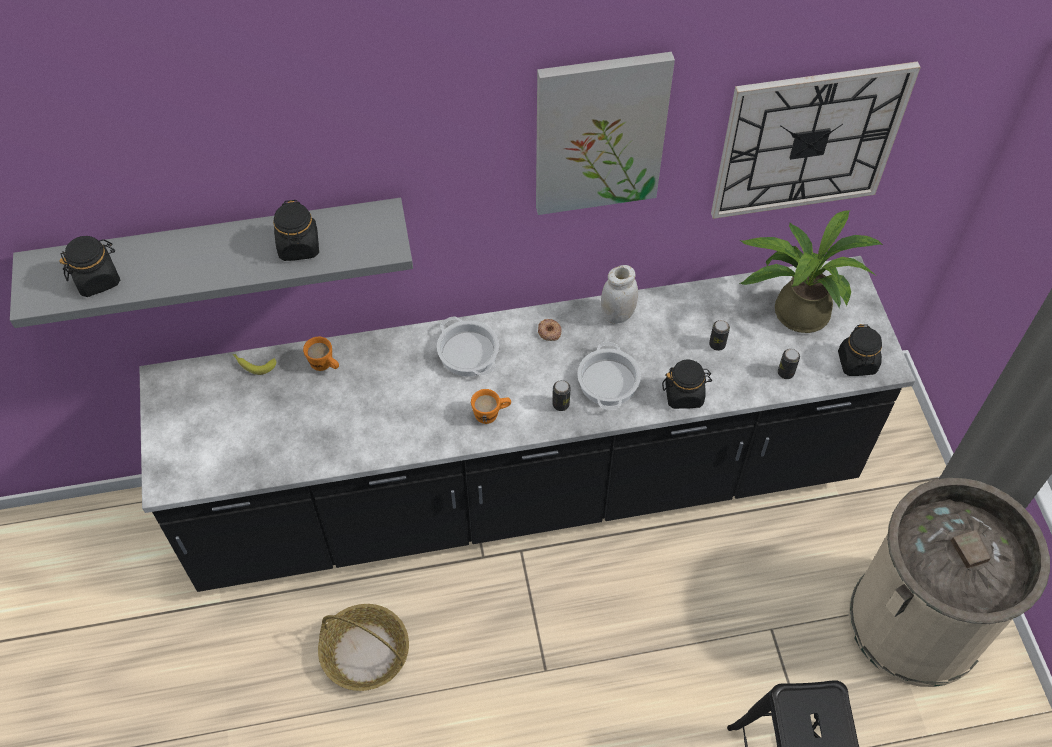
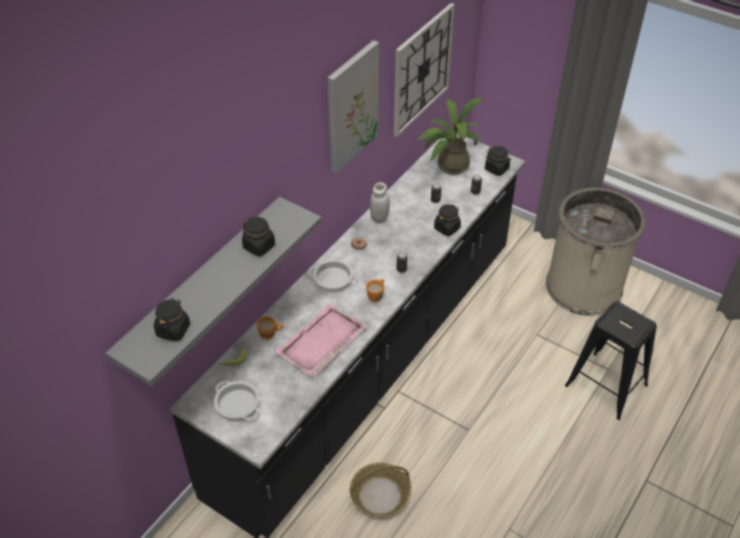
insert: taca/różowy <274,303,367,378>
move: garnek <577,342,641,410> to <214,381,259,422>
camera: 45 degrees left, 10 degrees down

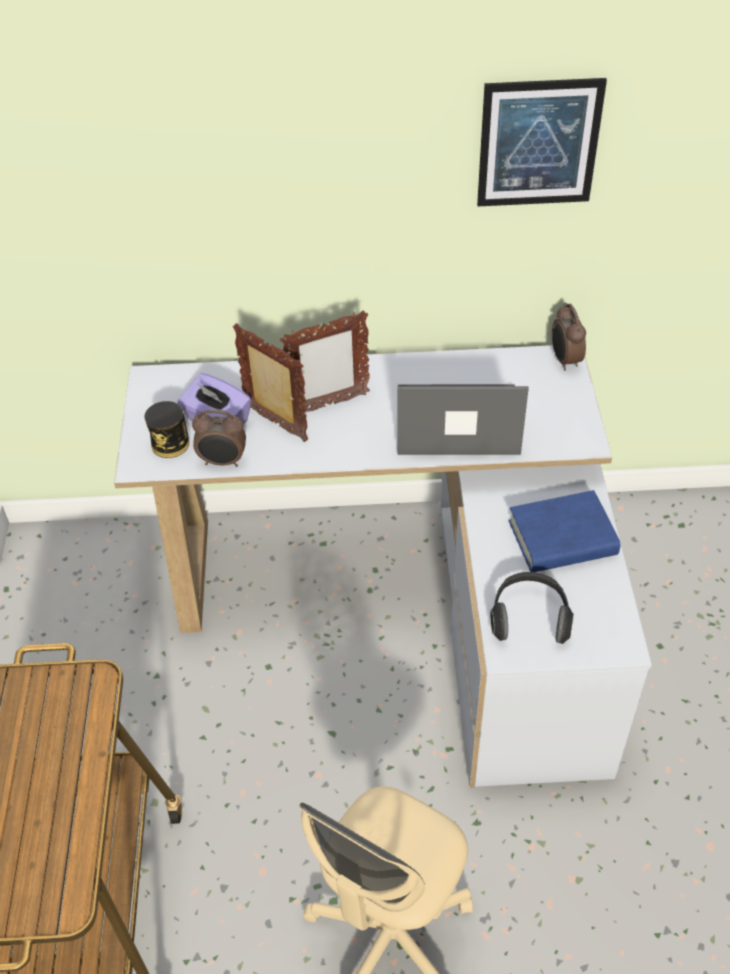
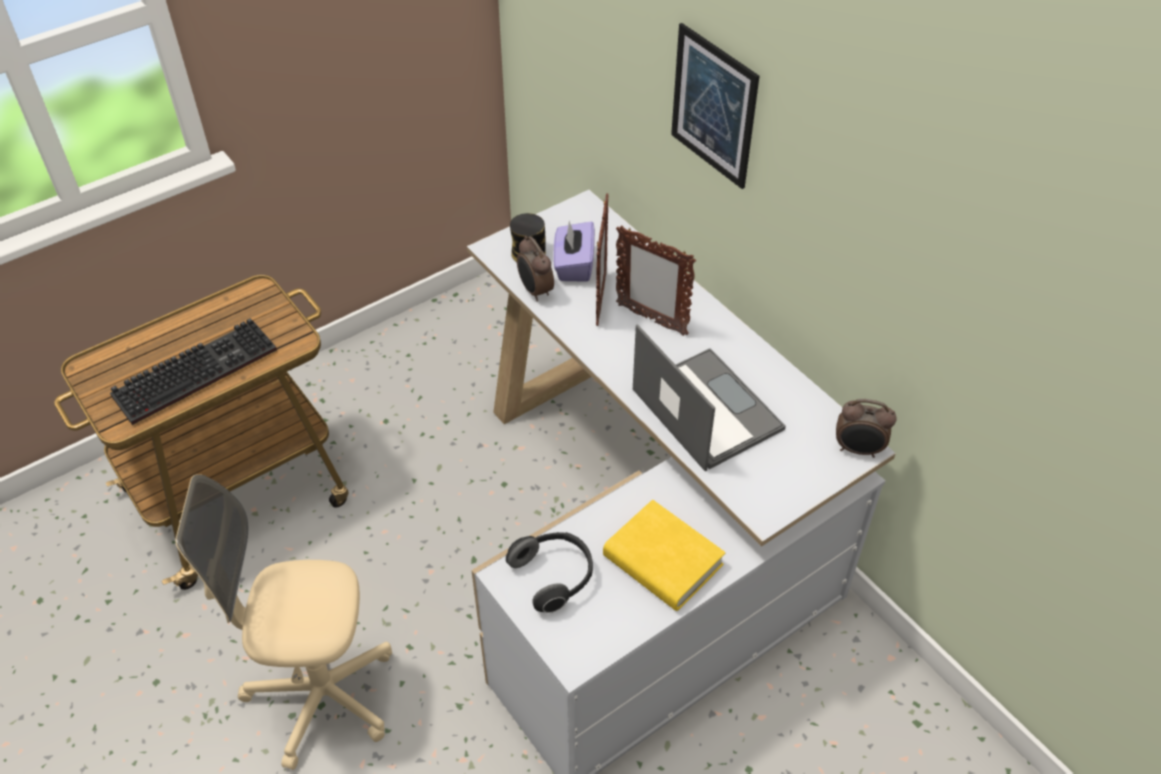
insert: klawiatura <110,318,277,425>
move: obraz <477,78,607,206> to <671,23,759,189>
recolor: książka/niebieski <509,490,620,572> to książka/żółty <603,500,726,611>
rotate: budzik <552,303,586,371> = <836,399,896,458> 120 degrees counterclockwise
camera: 55 degrees right, 0 degrees up

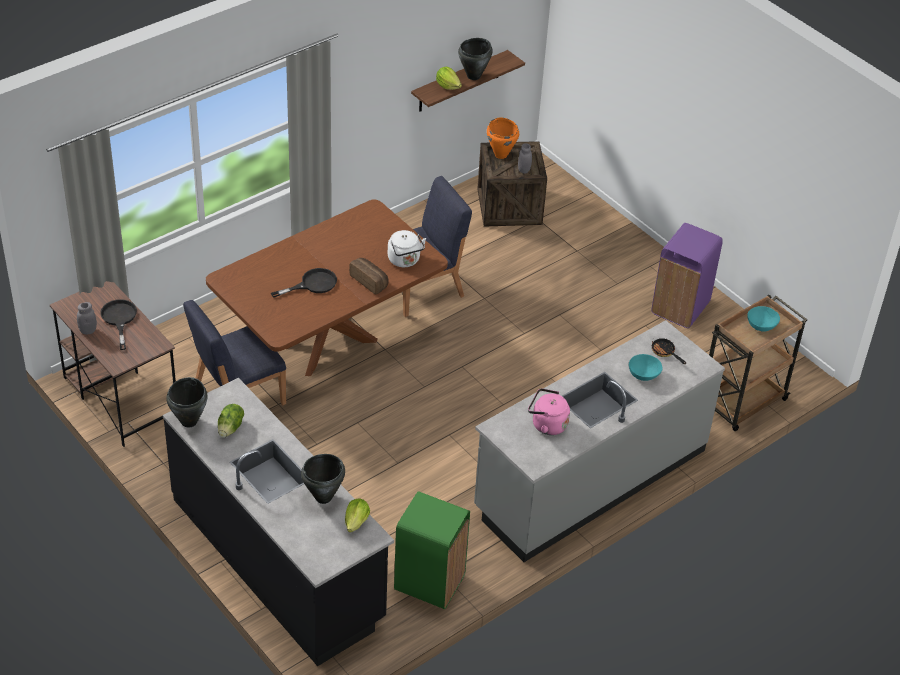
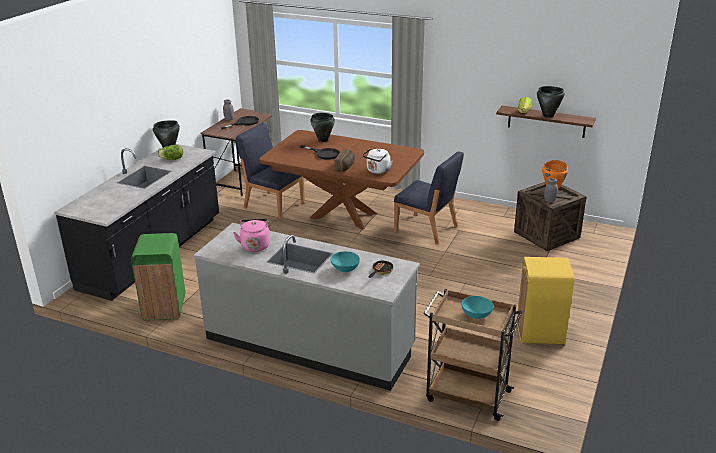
delete: sałata <345,499,370,533>
move: garnek/czarny <301,454,345,504> to <311,113,335,142>
recolor: kosz na śmieci/fioletowy <652,223,723,328> to kosz na śmieci/żółty <517,257,574,344>
camera: 65 degrees right, 15 degrees down

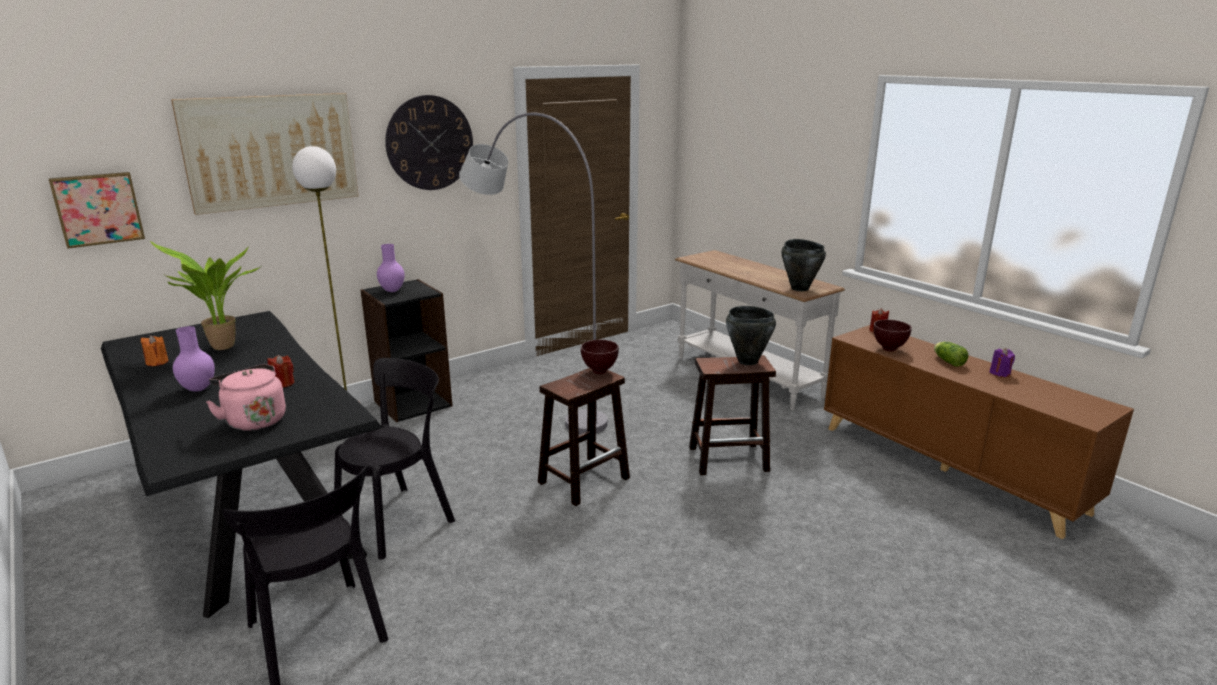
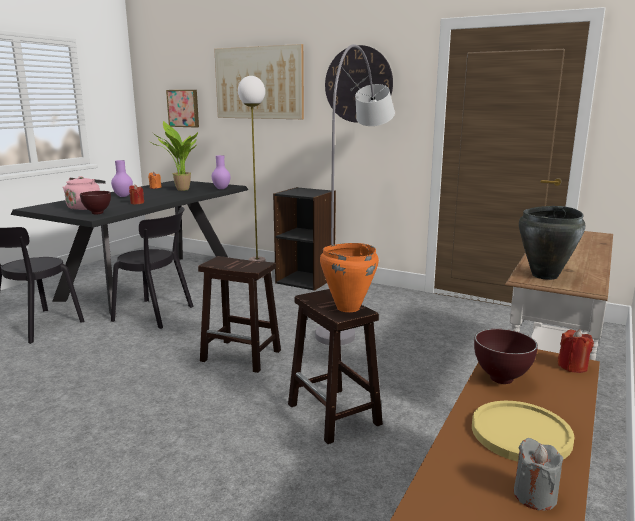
move: wazon/fioletowy <377,244,405,292> to <212,155,230,189>; miska/brązowy <581,340,619,374> to <80,191,111,215>
replace: sałata <934,342,969,367> to talerz/żółty <472,401,574,462>
recolor: garnek/czarny <726,306,776,365> to garnek/pomarańczowy <320,243,379,312>; świeca/fioletowy <990,348,1015,377> to świeca/szary <514,438,563,511>
camera: 65 degrees right, 5 degrees down

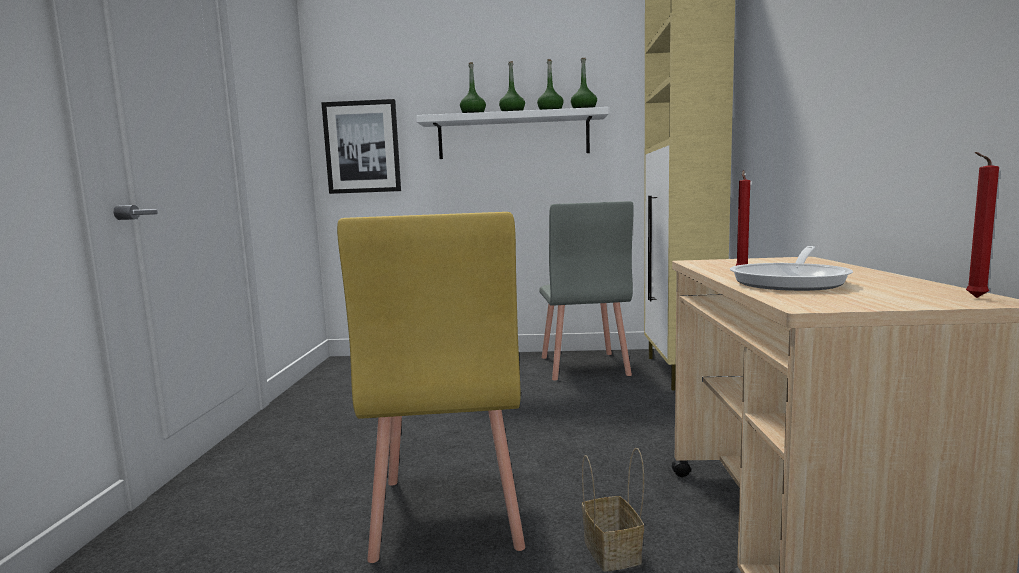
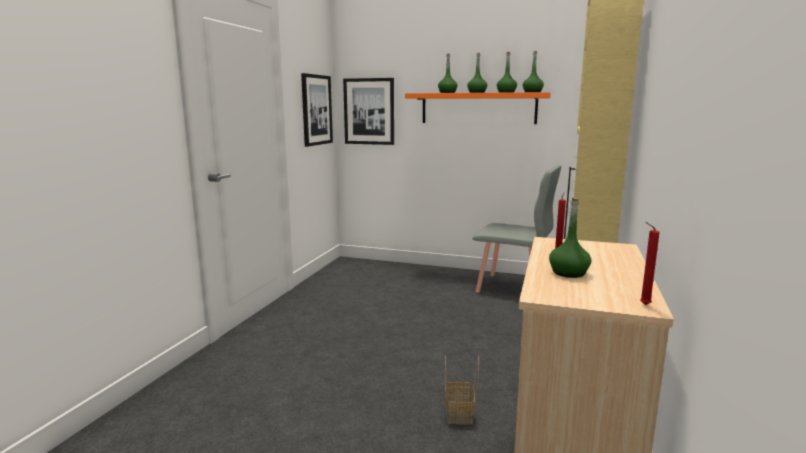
delete: krzesło/żółty <337,212,525,563>
insert: obraz <301,73,333,147>
replace: patelnia <730,246,853,291> to butelka/zielony <549,197,591,278>
recolor: półka/biały <416,107,609,159> to półka/pomarańczowy <405,92,551,124>
rotate: krzesło/szary <539,201,634,381> = <473,165,561,293> 75 degrees counterclockwise
camera: 15 degrees right, 5 degrees up

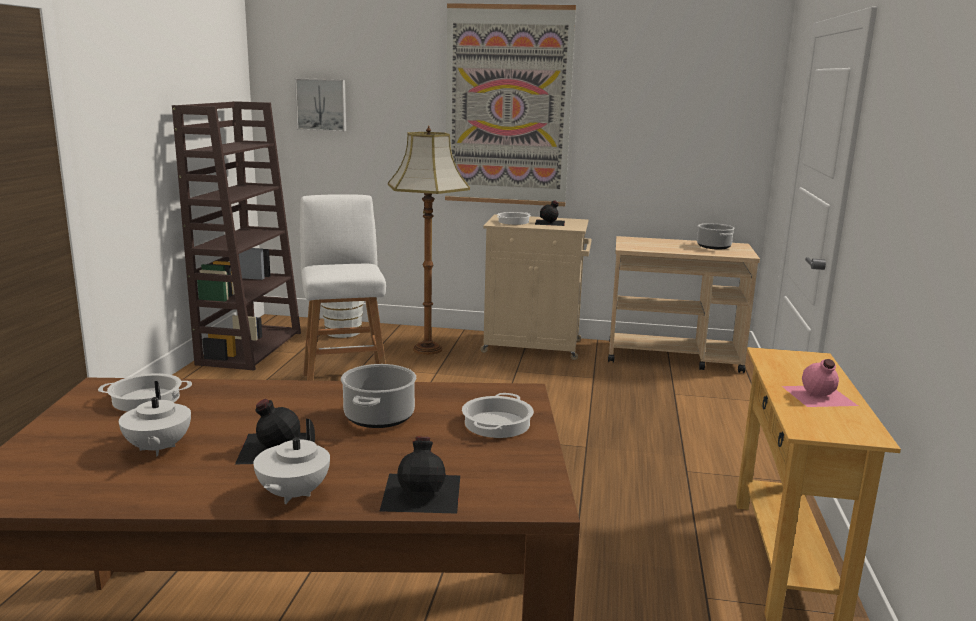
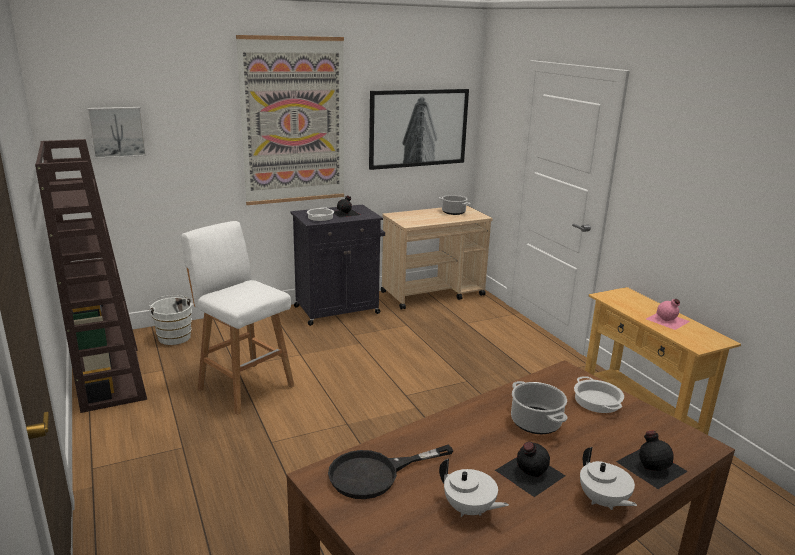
delete: lampa stojąca <388,126,470,355>
insert: obraz <369,89,469,170>
replace: garnek <98,373,192,411> to patelnia/czarny <328,445,454,499>
recolor: szafka/beżowy <480,214,591,360> to szafka/czarny <290,205,385,326>
camera: 35 degrees left, 5 degrees up

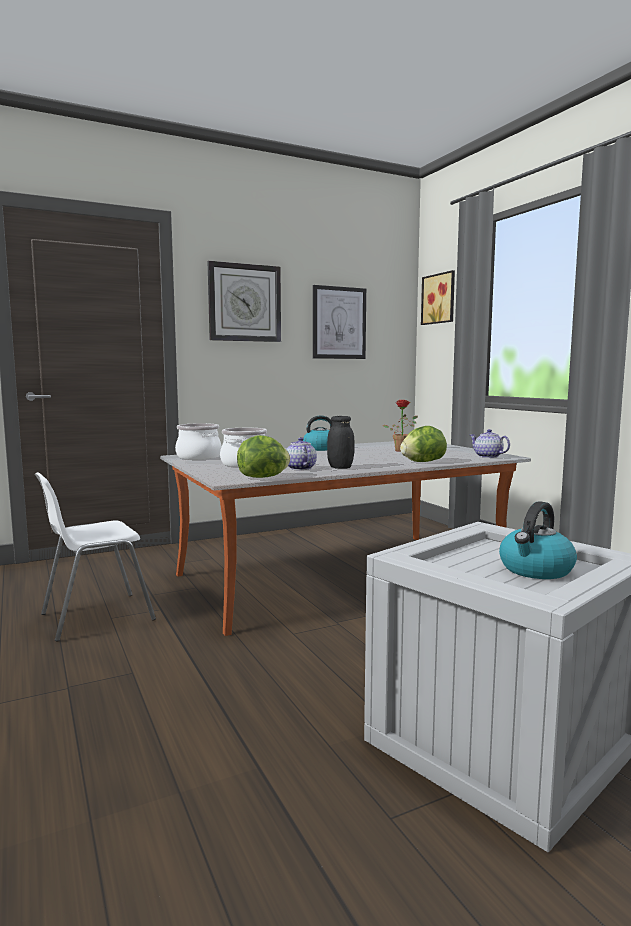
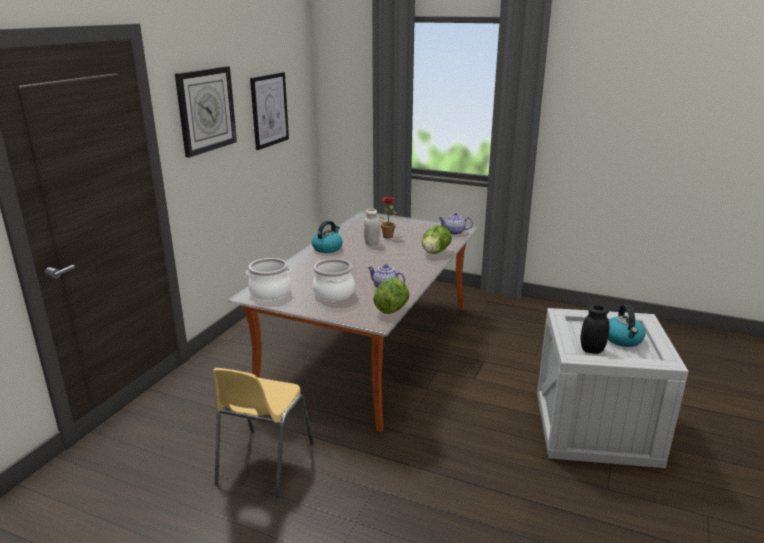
delete: obraz <421,270,455,325>
insert: słoik/biały <364,208,380,246>
move: słoik/czarny <327,416,354,469> to <580,305,609,354>
recolor: krzesło/biały <35,472,156,642> to krzesło/żółty <213,368,314,498>
camera: 40 degrees left, 15 degrees up

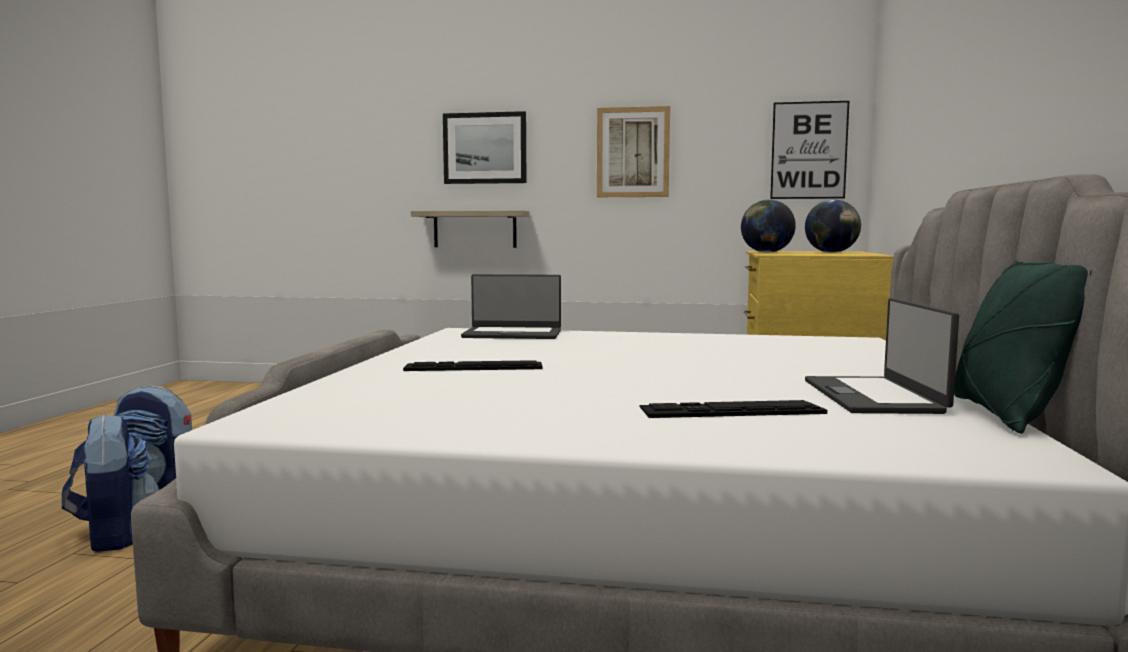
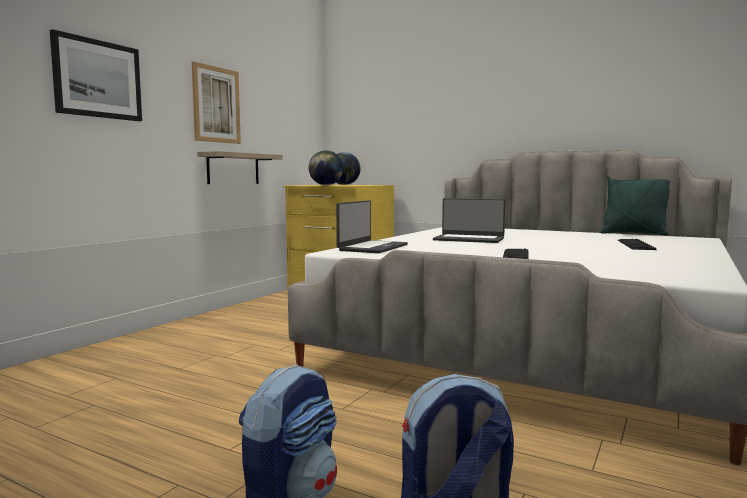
delete: obraz <770,101,849,199>
move: półka <411,210,529,248> to <197,151,282,184>; laptop <805,298,959,414> to <433,198,505,243>
camera: 70 degrees left, 0 degrees up

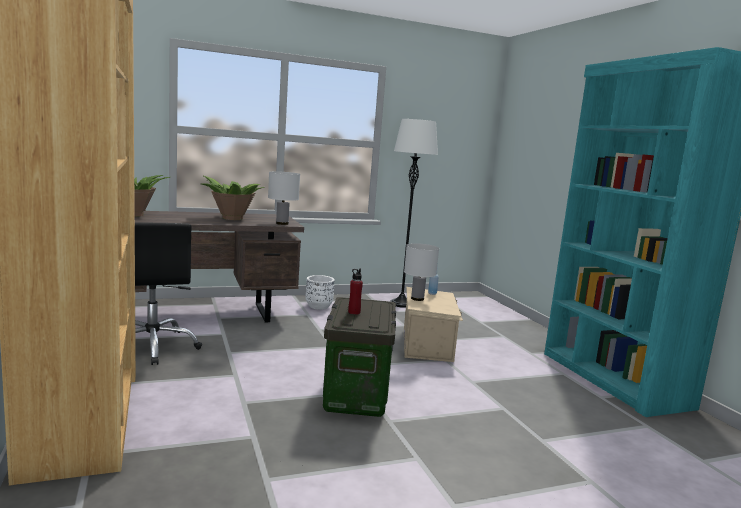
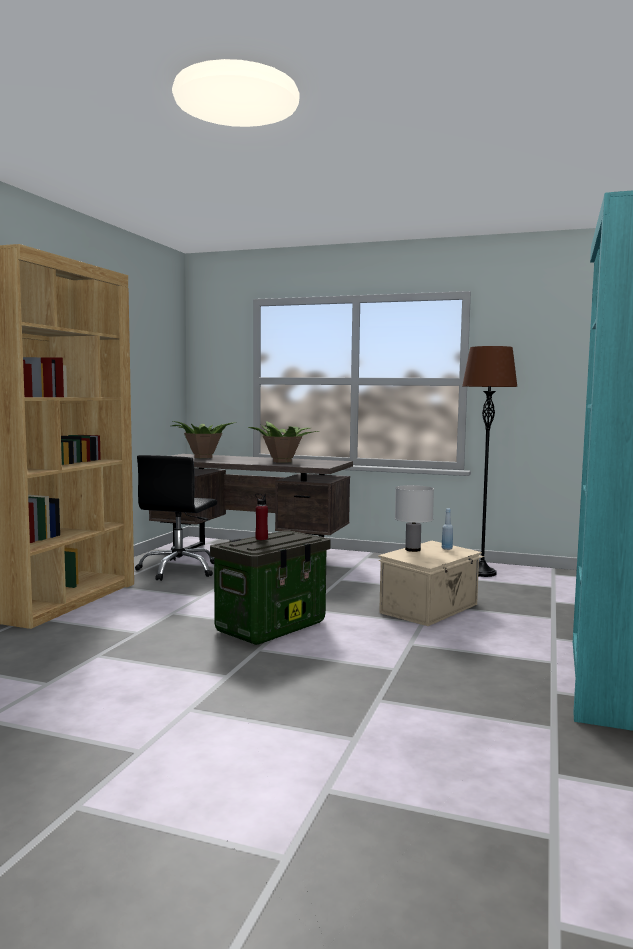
delete: lampa stołowa/biały <268,171,300,225>; donica/biały <306,275,335,310>
recolor: lampa stojąca/biały <391,119,438,308> to lampa stojąca/brązowy <462,346,518,577>
camera: 40 degrees right, 5 degrees down

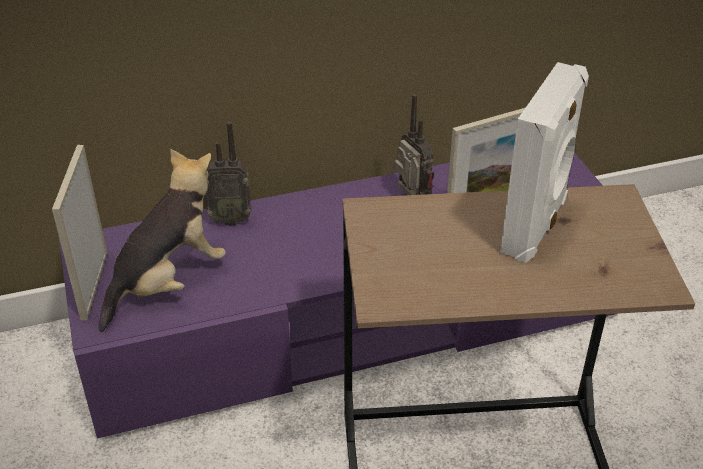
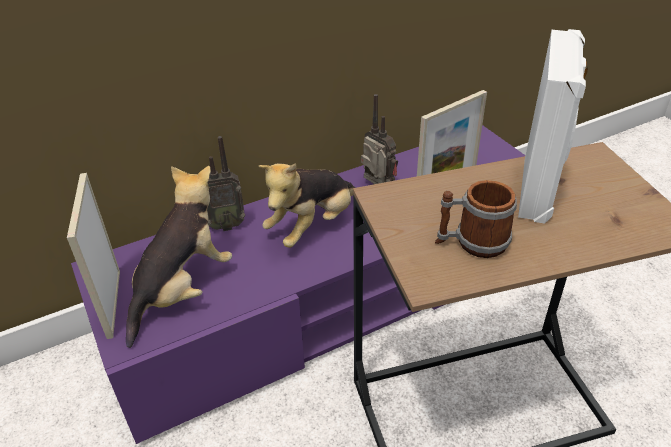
insert: pluszak <259,163,356,248>; kubek <435,180,517,258>
camera: 10 degrees left, 0 degrees up

